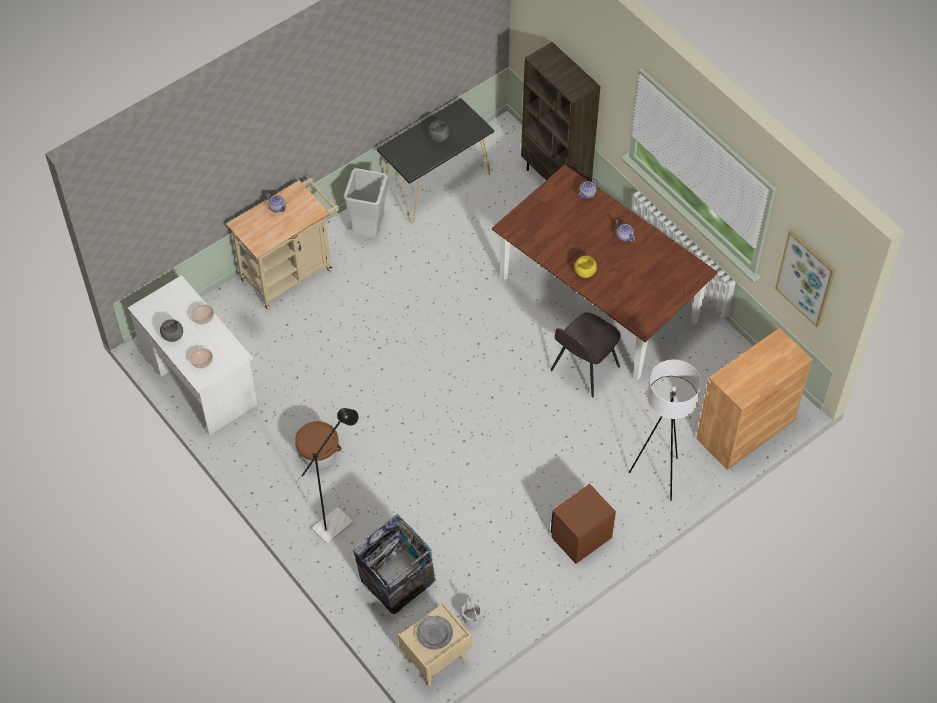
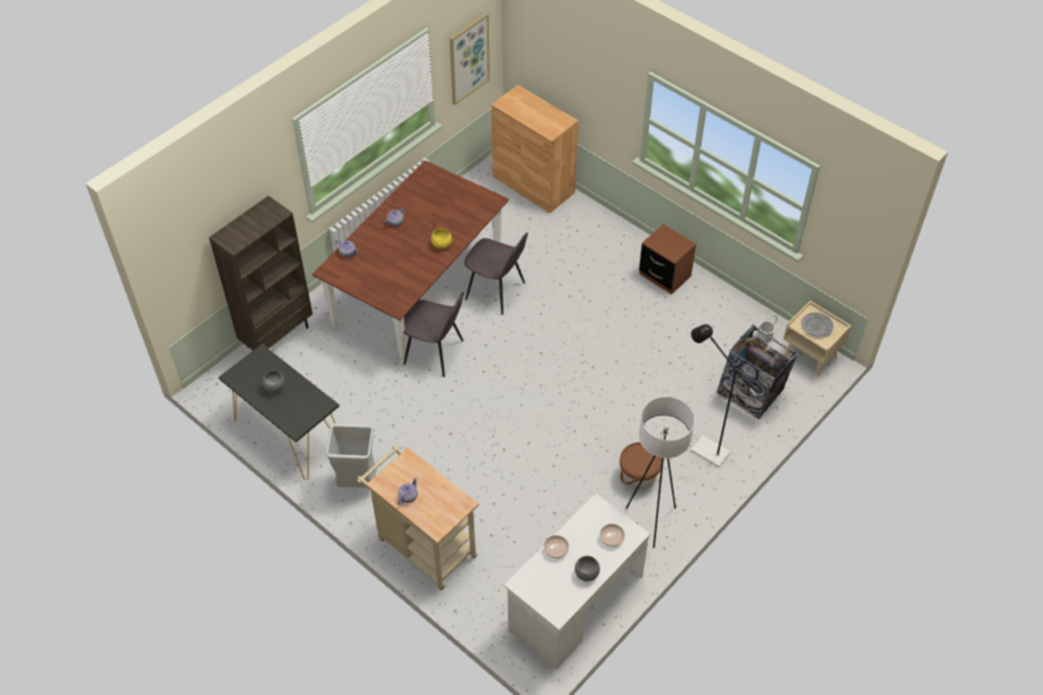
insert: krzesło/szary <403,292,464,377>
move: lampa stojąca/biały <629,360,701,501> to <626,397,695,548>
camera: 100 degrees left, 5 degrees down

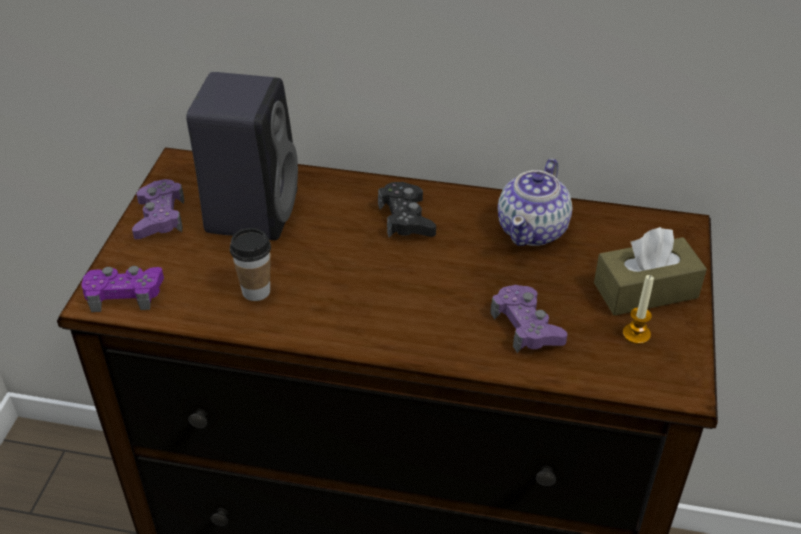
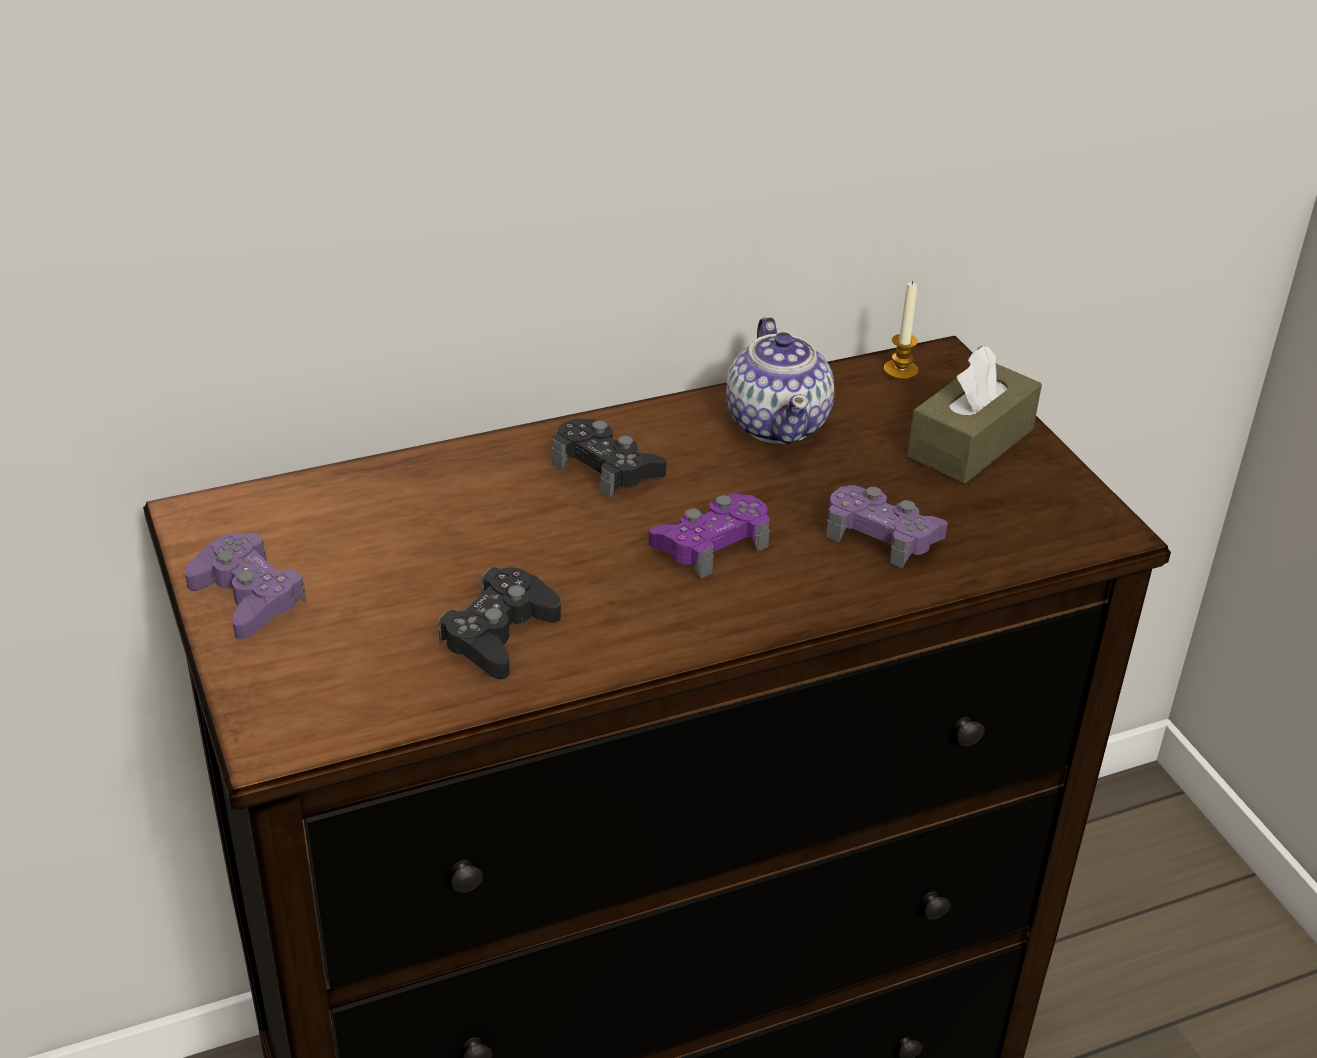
delete: głośnik/czarny <186,72,298,240>
move: pad do gier/fioletowy <81,266,164,312> to <648,493,770,578>; świeca <623,275,654,344> to <884,281,919,380>
replace: filiżanka <230,228,271,301> to pad do gier/czarny <439,567,561,679>
camera: 35 degrees left, 5 degrees down

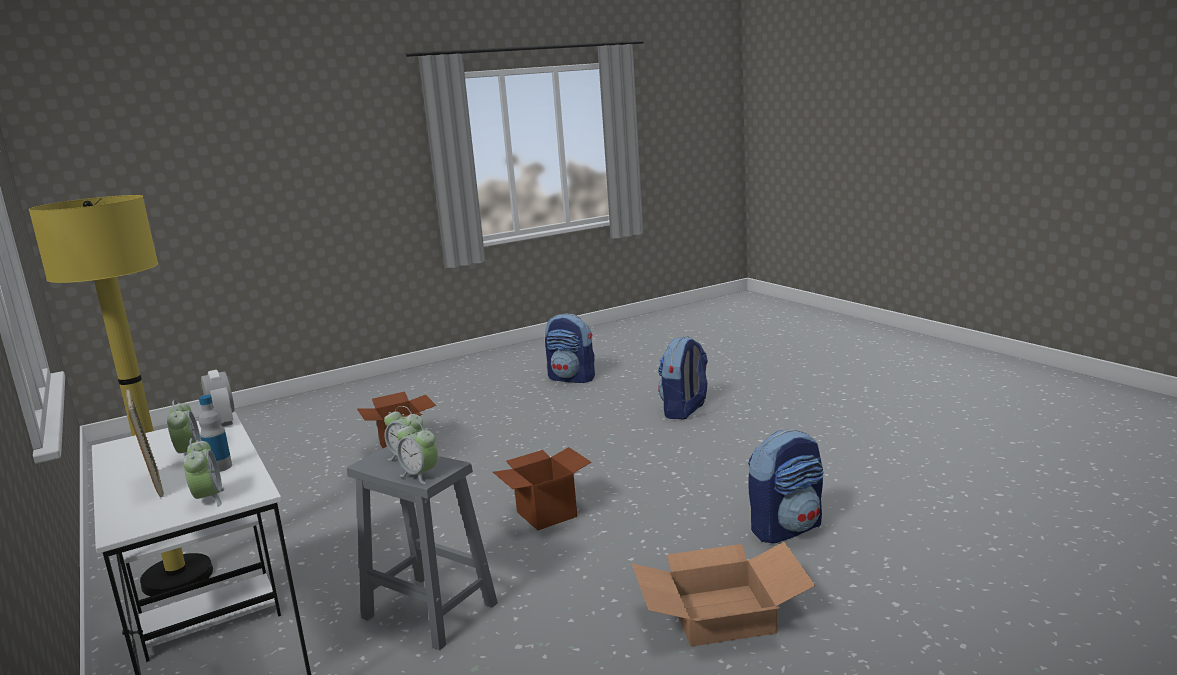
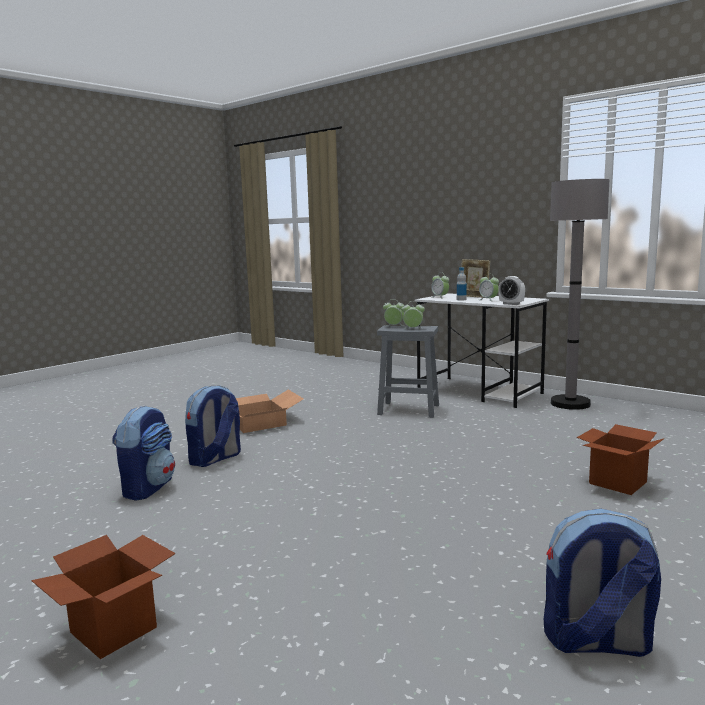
move: plecak <658,336,708,419> to <112,405,175,501>; karton <493,447,592,530> to <31,535,176,659>
recolor: lampa stojąca/żółty <29,195,213,596> to lampa stojąca/szary <550,179,610,410>
camera: 160 degrees right, 5 degrees down

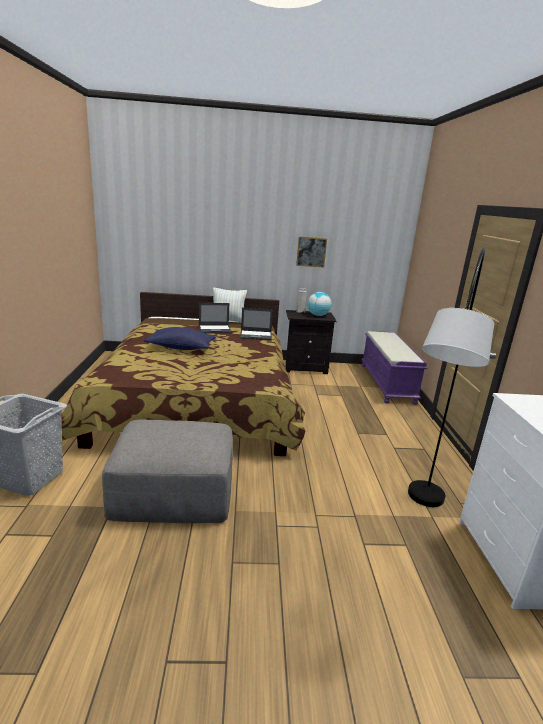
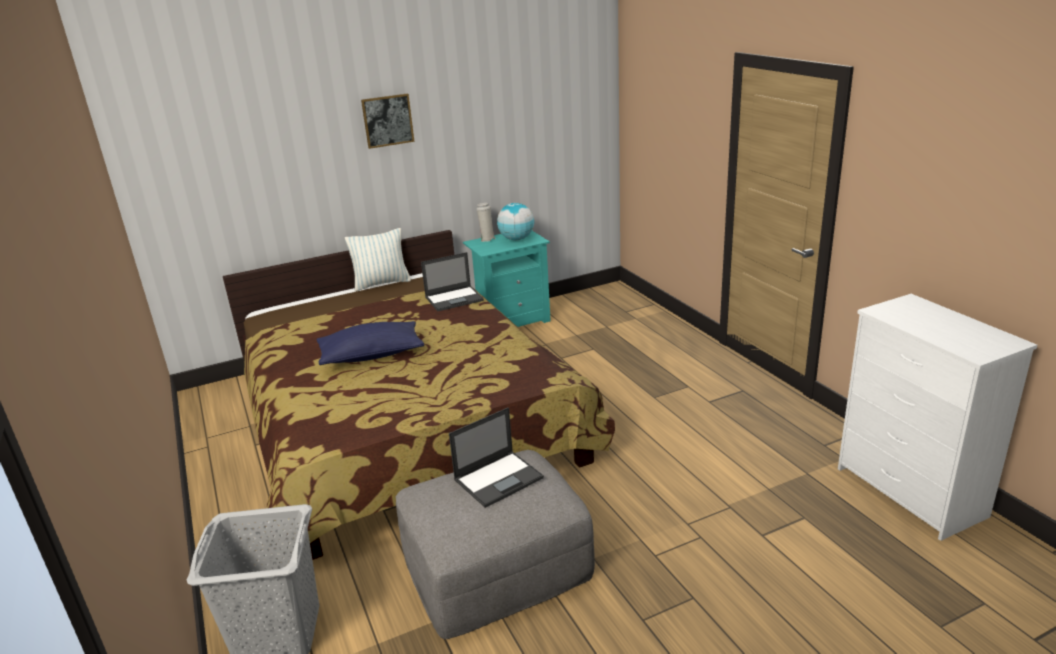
delete: lampa stojąca/szary <408,247,494,507>; ławka/fioletowy <361,331,427,405>
move: obraz <296,237,327,267> to <361,93,414,149>; laptop <199,303,232,333> to <449,407,544,508>
recolor: szafka nocna/czarny <285,310,337,374> to szafka nocna/turkusowy <463,231,551,327>
camera: 20 degrees left, 5 degrees up

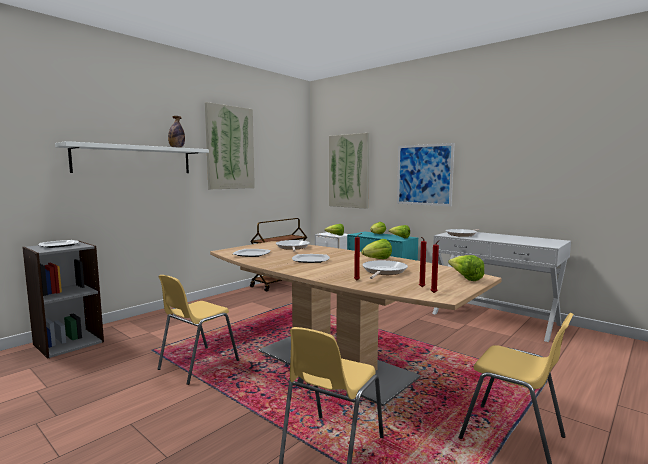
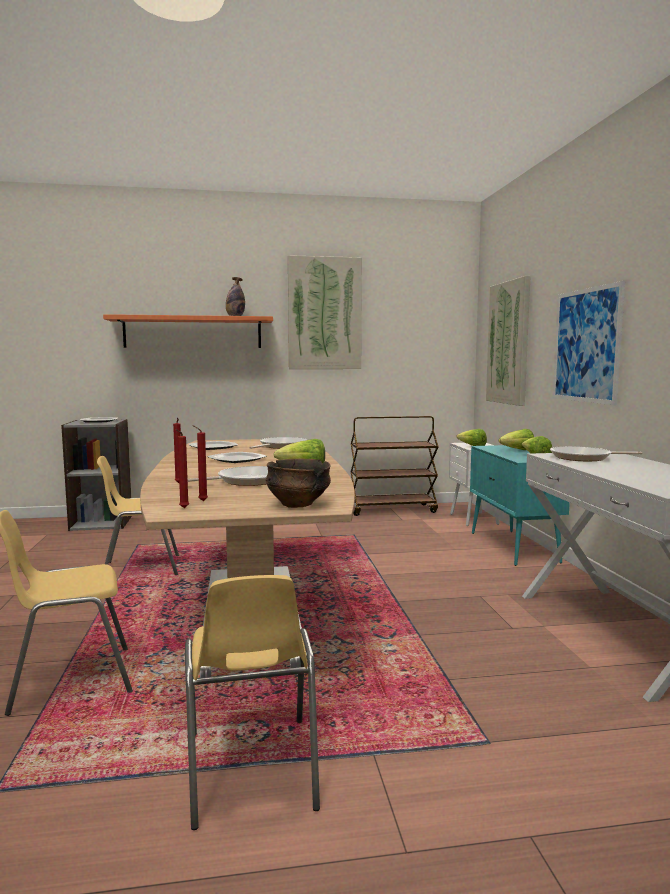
replace: sałata <448,255,484,281> to miska <266,459,331,508>
recolor: półka/biały <55,141,209,173> to półka/pomarańczowy <103,314,273,348>
camera: 40 degrees right, 0 degrees up

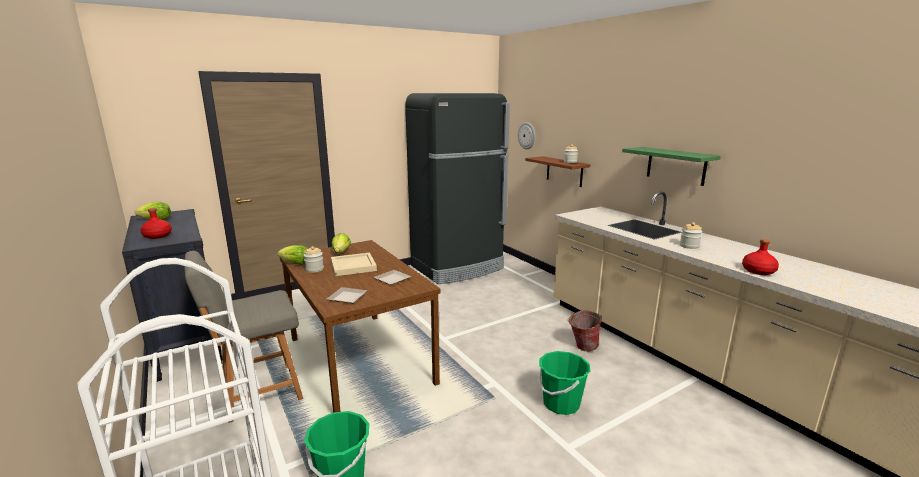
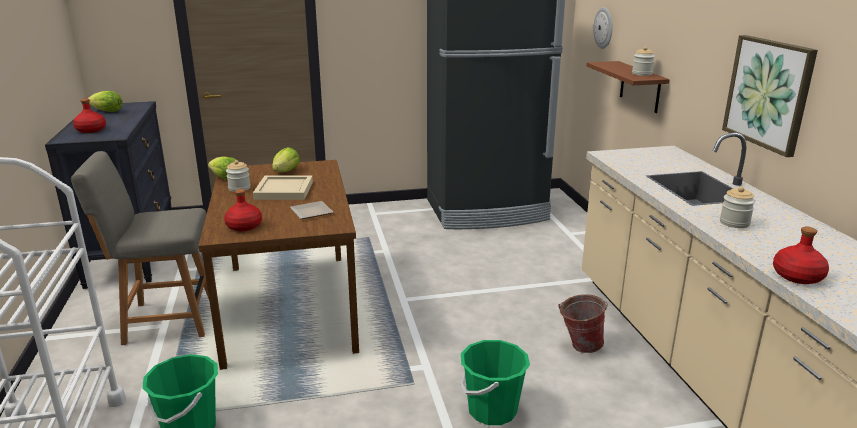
replace: półka/zielony <622,147,721,186> to obraz <722,35,818,157>; talerz <326,287,367,303> to butelka/czerwony <224,189,262,231>
camera: 20 degrees right, 5 degrees up

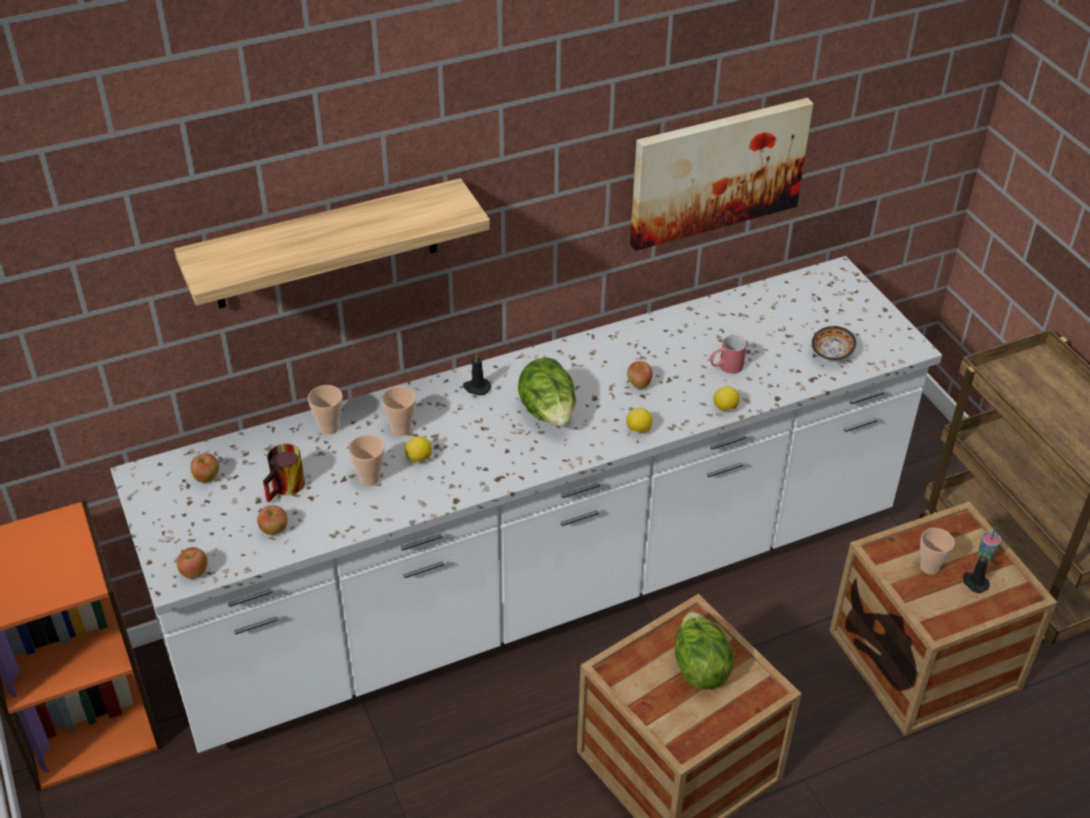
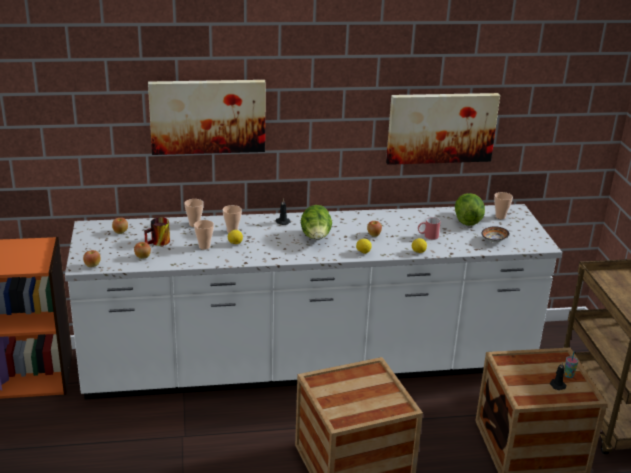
move: filiżanka <920,528,955,575> to <494,192,513,219>; sałata <675,611,734,689> to <455,193,485,226>
replace: półka <174,178,490,309> to obraz <148,80,266,155>
camera: 15 degrees right, 15 degrees down

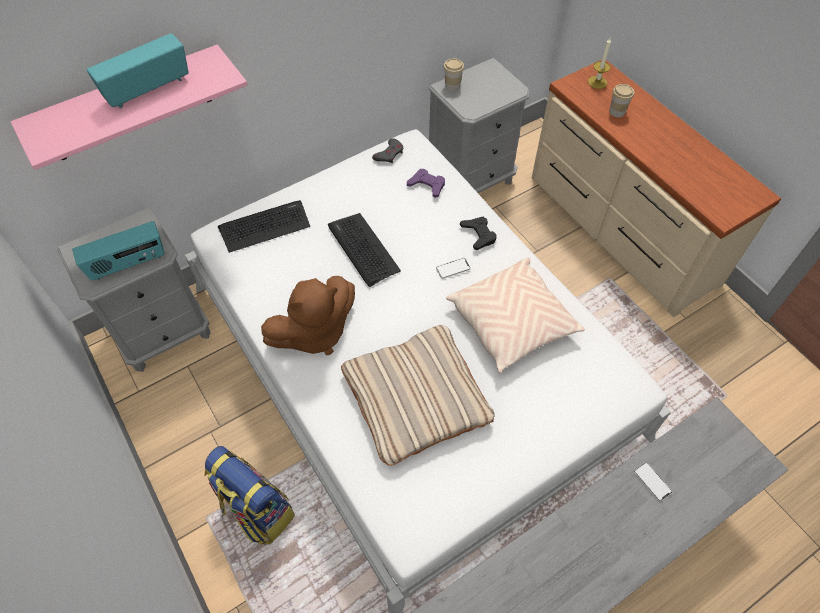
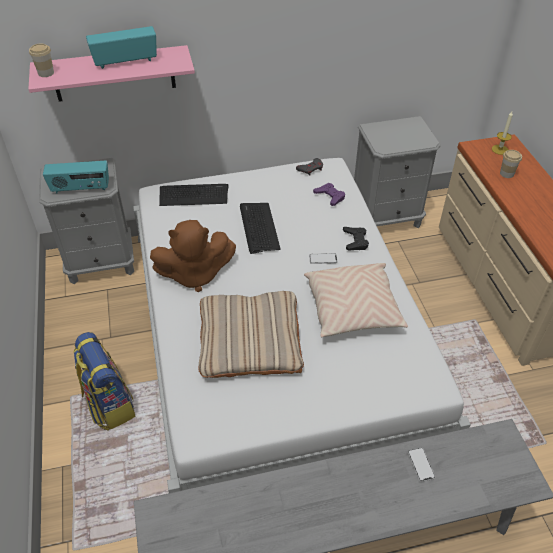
move: filiżanka <444,58,464,91> to <29,43,54,77>
camera: 20 degrees right, 10 degrees down

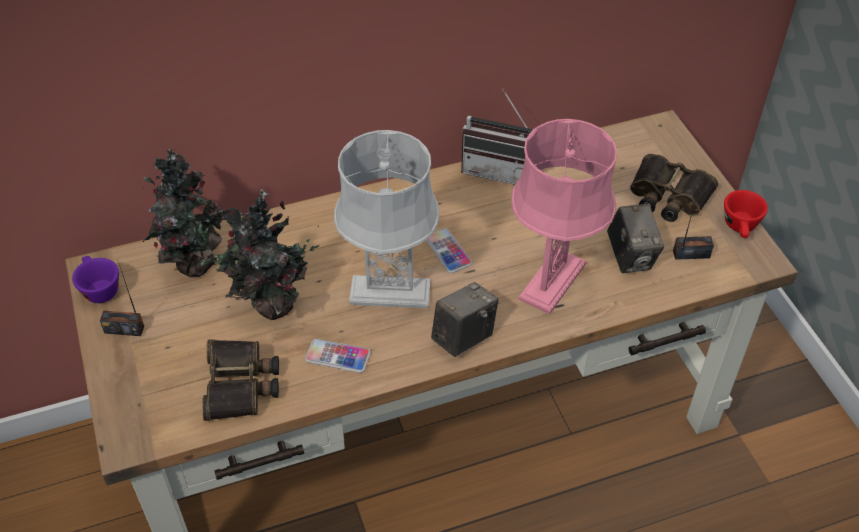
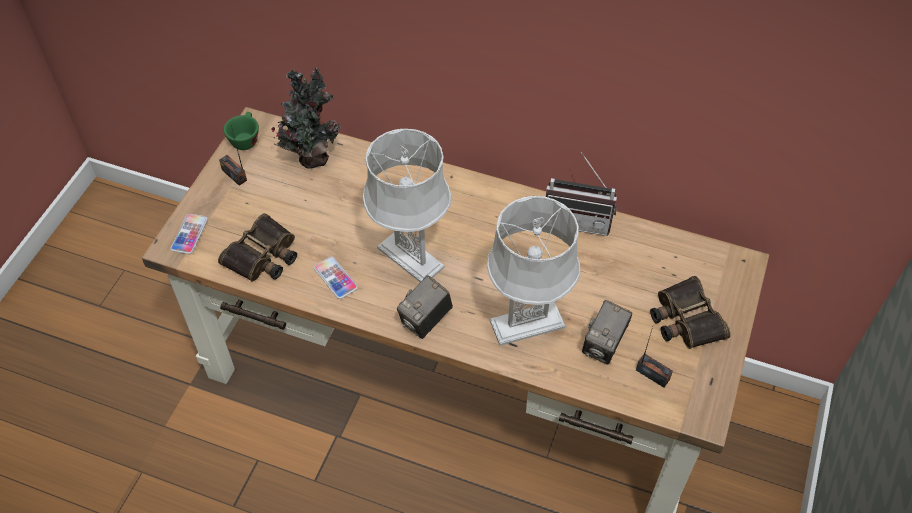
delete: roślina doniczkowa <200,189,320,320>; filiżanka/czerwony <724,190,768,238>
move: telefon <426,228,472,273> to <170,214,208,254>
recolor: lampa stołowa/różowy <511,119,617,314> to lampa stołowa/szary <487,196,580,346>; filiżanka/fioletowy <72,256,119,303> to filiżanka/zielony <224,112,259,150>
rotate: radio <461,89,534,185> = <546,152,617,236> 45 degrees counterclockwise; aparat fotograficzny <431,282,498,357> = <397,275,453,339> 135 degrees clockwise
camera: 40 degrees right, 5 degrees up

